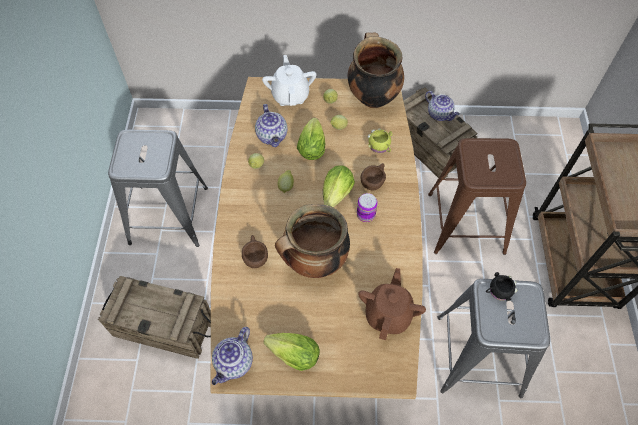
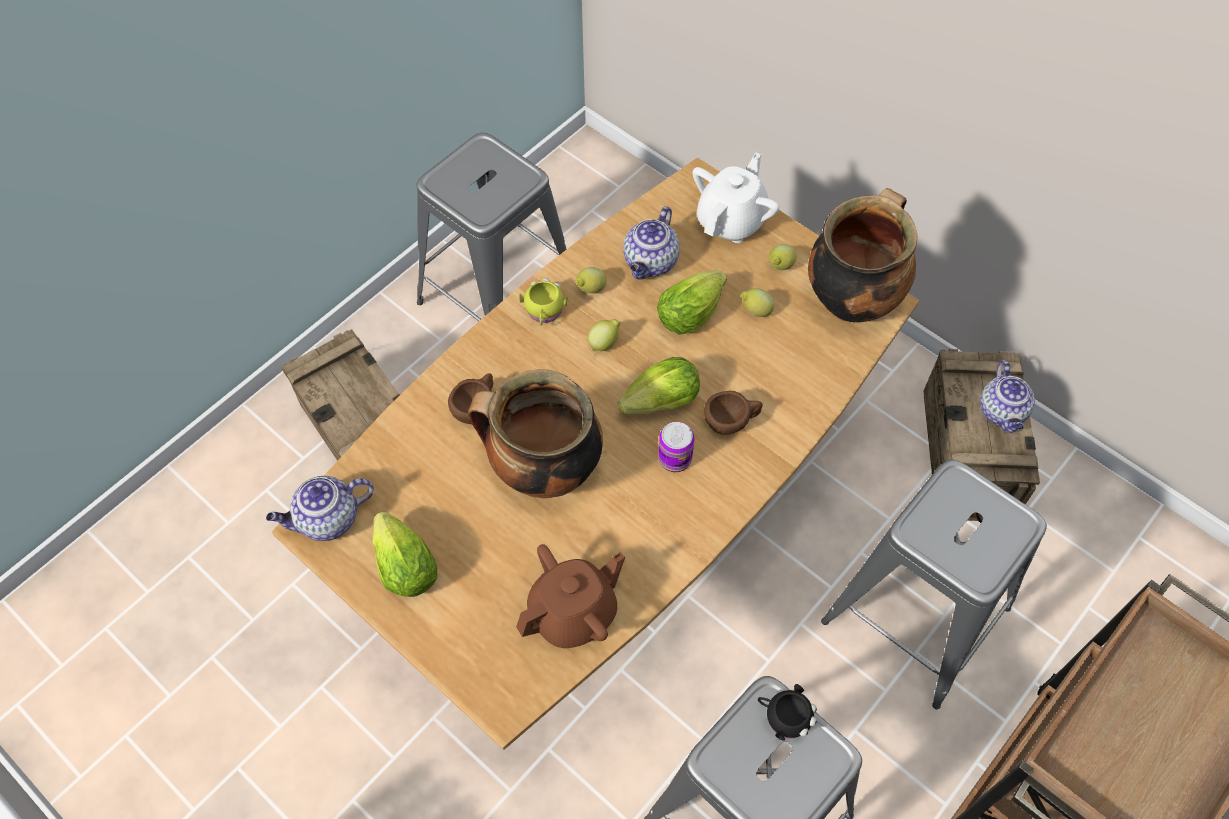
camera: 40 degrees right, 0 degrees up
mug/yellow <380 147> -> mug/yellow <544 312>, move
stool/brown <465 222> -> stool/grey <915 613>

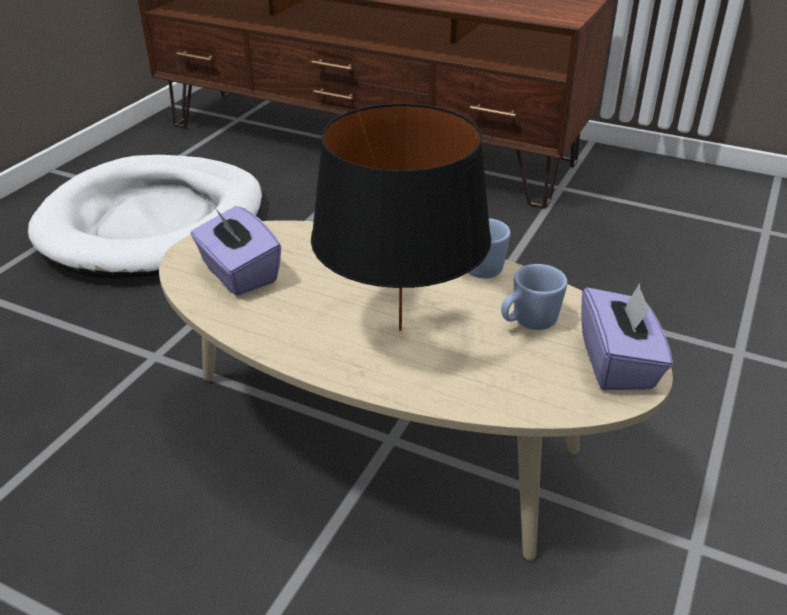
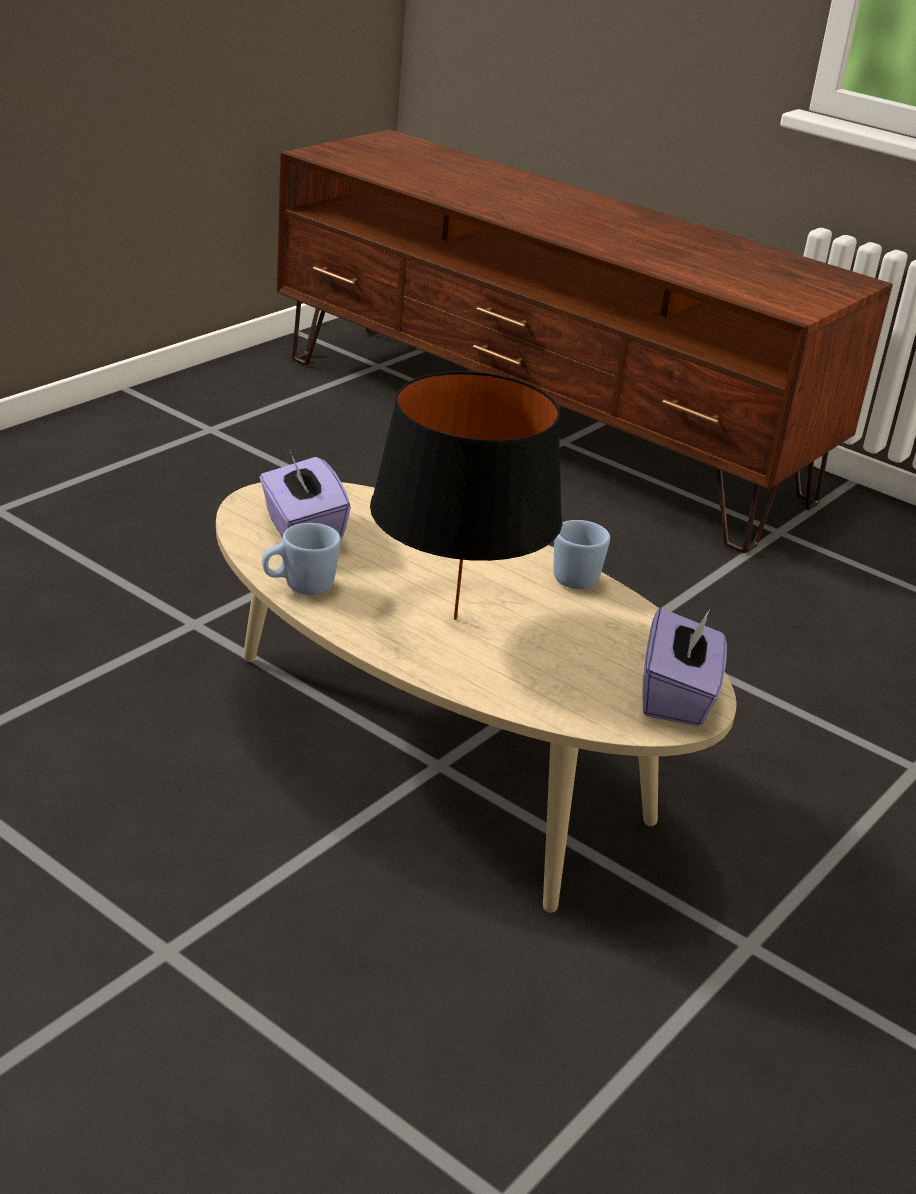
camera: 10 degrees right, 5 degrees down
dog bed/white <154 223> -> none
mug/blue <528 323> -> mug/blue <299 587>, move

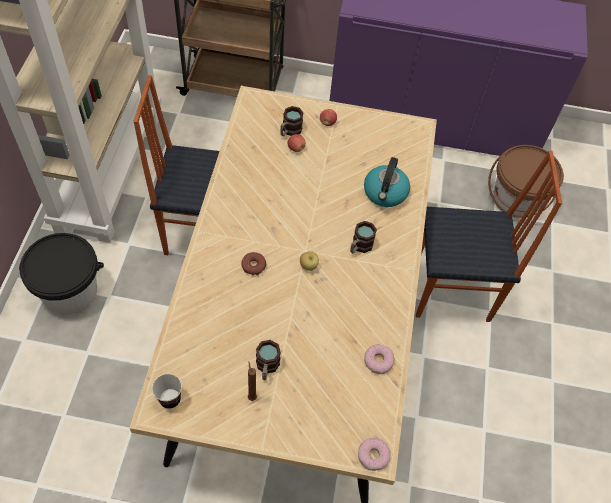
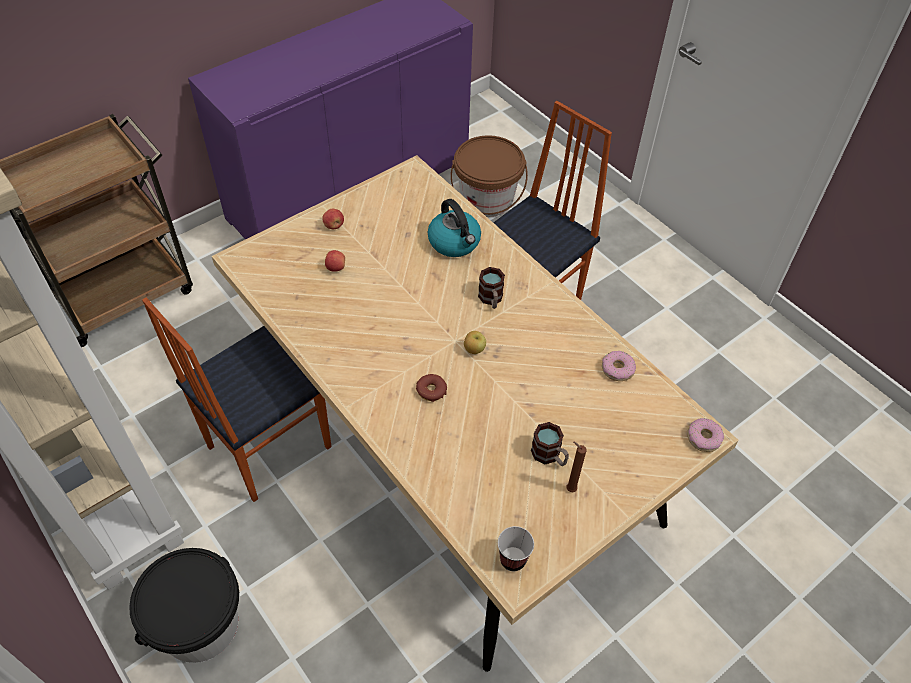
camera: 45 degrees left, 5 degrees down
mug <289 131> -> none

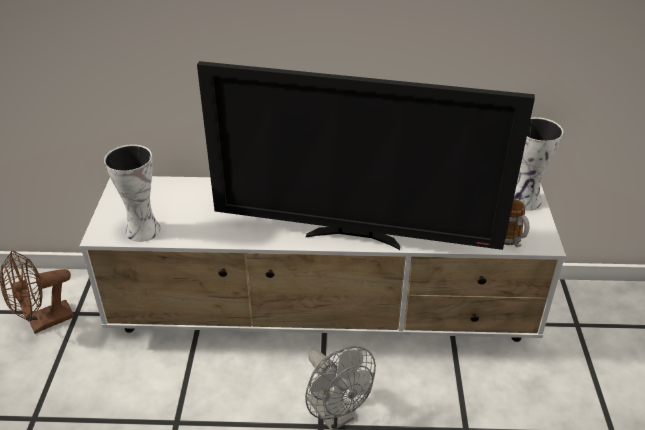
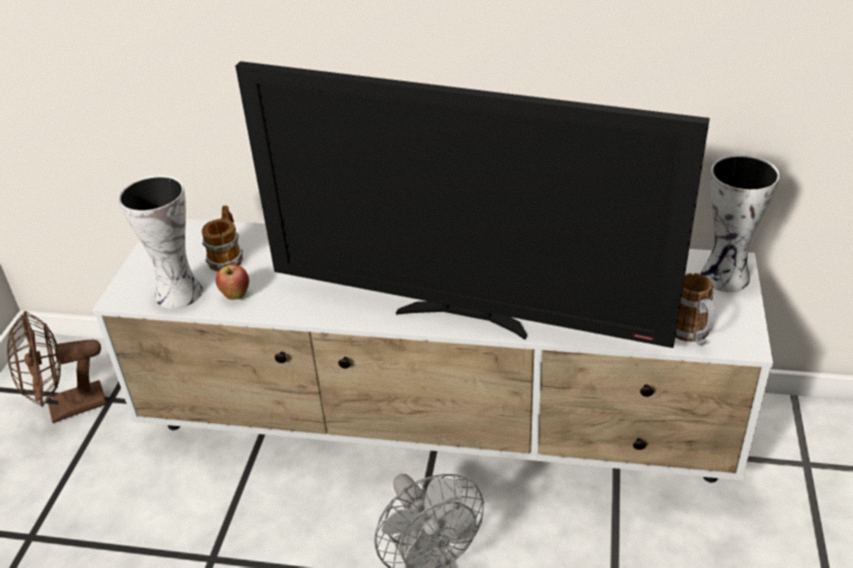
camera: 10 degrees right, 0 degrees up
none -> mug <228 256>
none -> apple <236 296>

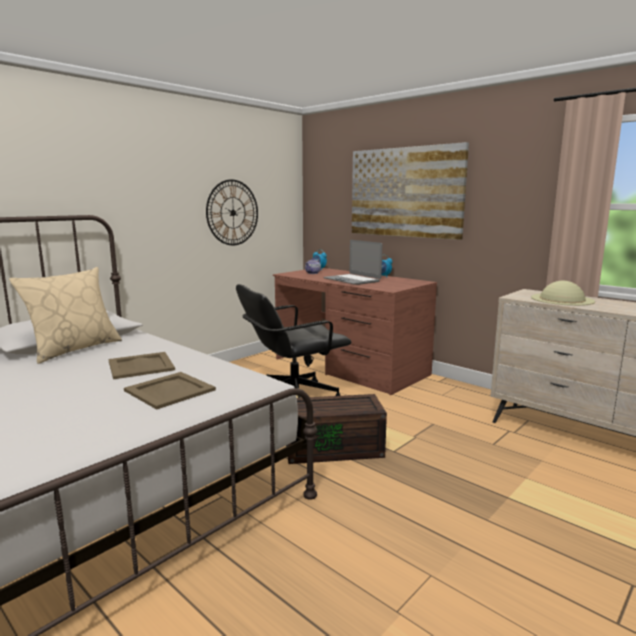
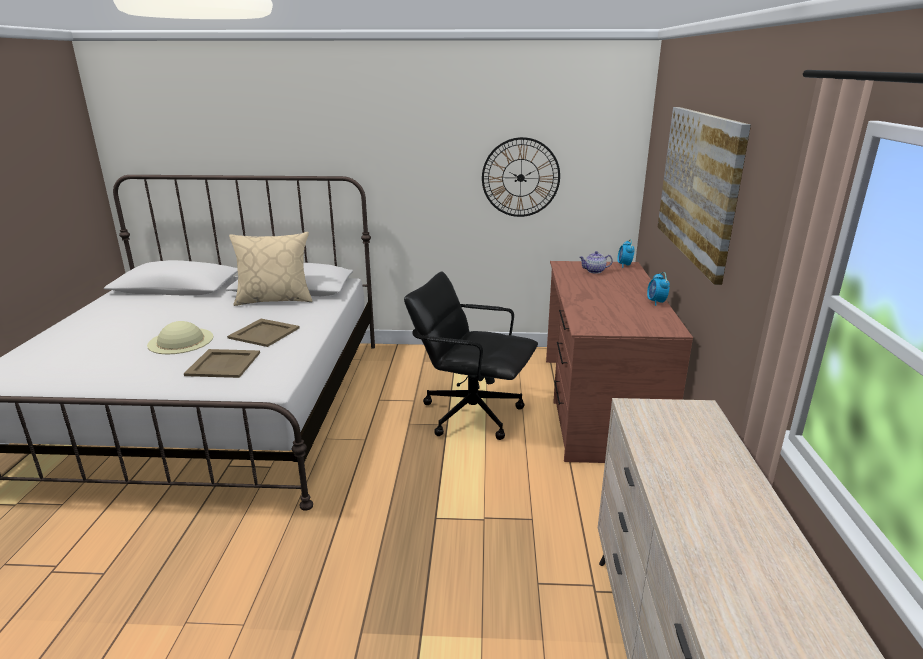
camera: 50 degrees right, 10 degrees up
storage box/brown <334 448> -> none
laptop <352 280> -> none
hat/beige <562 299> -> hat/beige <180 341>, move

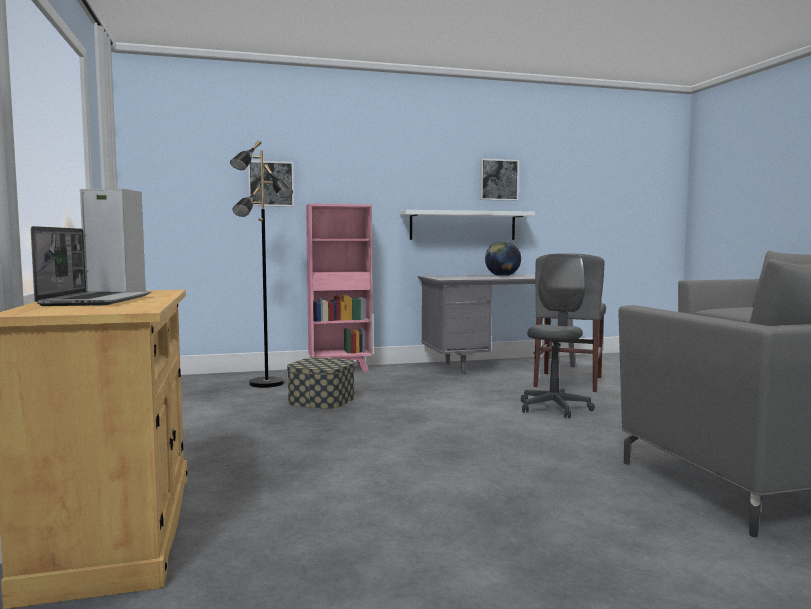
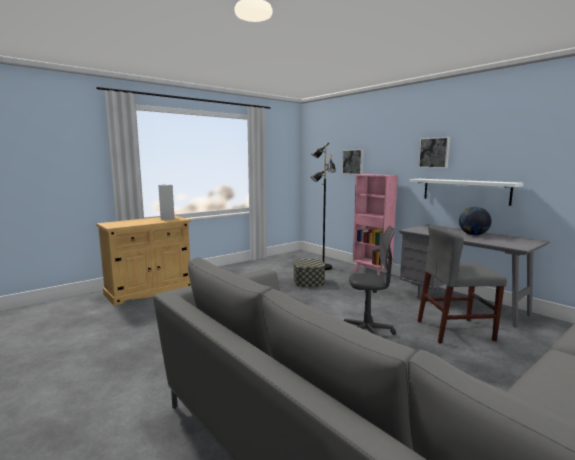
camera: 65 degrees right, 5 degrees up
laptop <96 301> -> none
picture <498 180> -> picture <434 152>, move

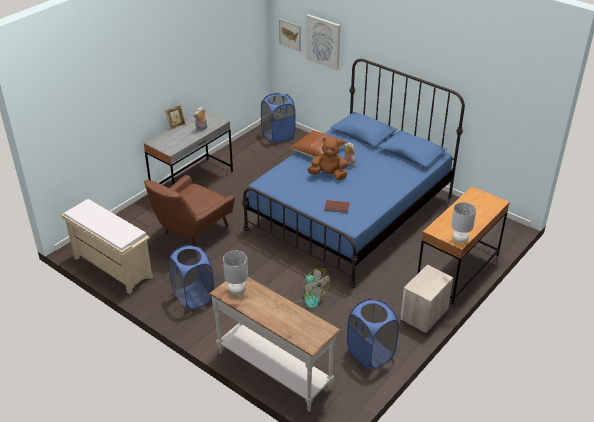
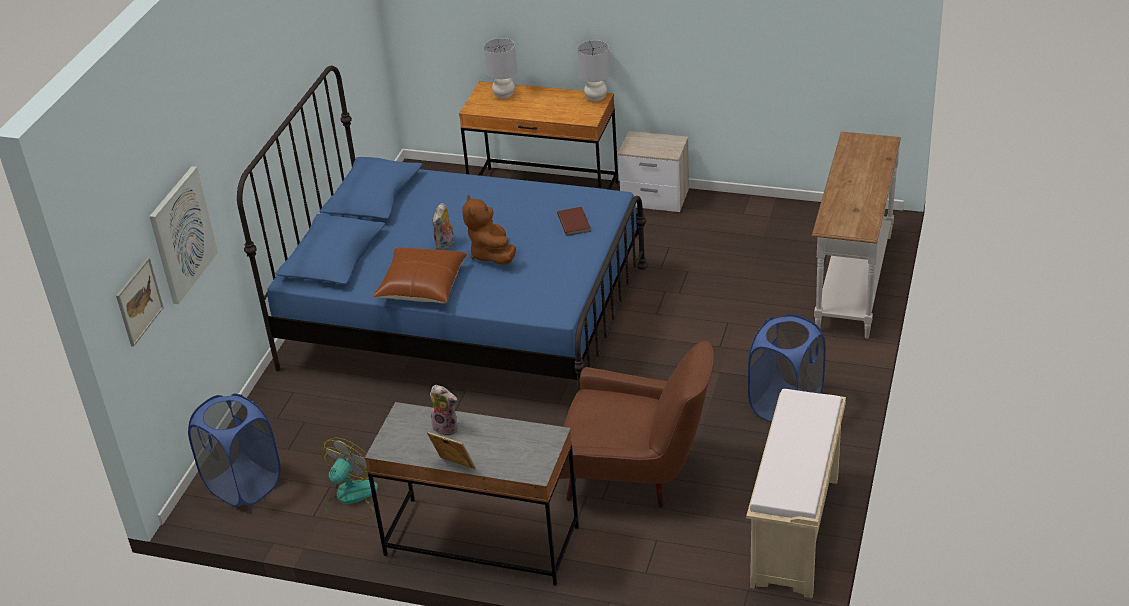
camera: 110 degrees left, 0 degrees up
laundry basket/blue <370 354> -> none
table lamp/grey <237 291> -> table lamp/grey <504 95>, move
fan <308 296> -> fan <350 499>, move

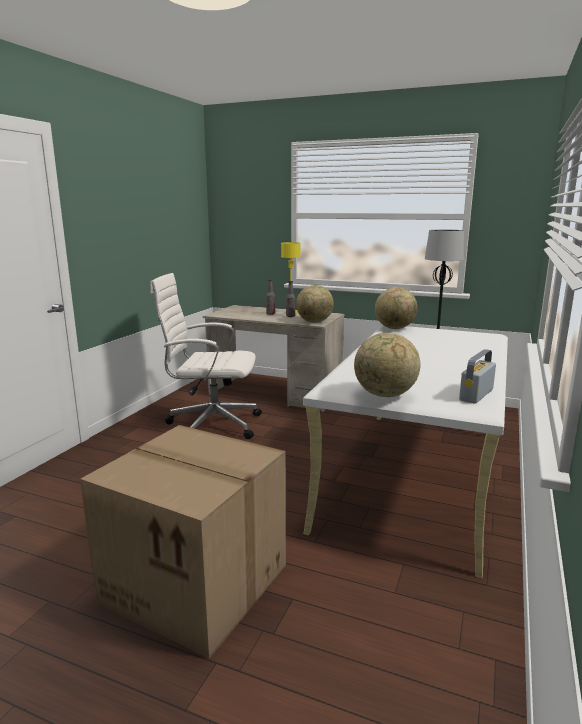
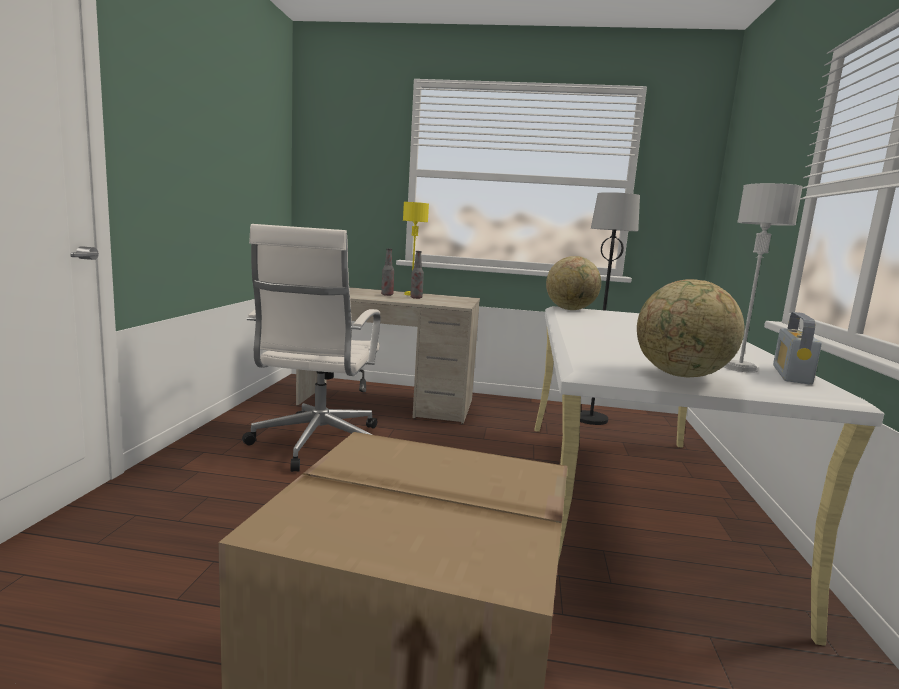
camera: 15 degrees left, 5 degrees down
globe <314 322> -> none
none -> table lamp/grey <739 368>
office chair/white <211 424> -> office chair/white <317 444>, 75 degrees counterclockwise

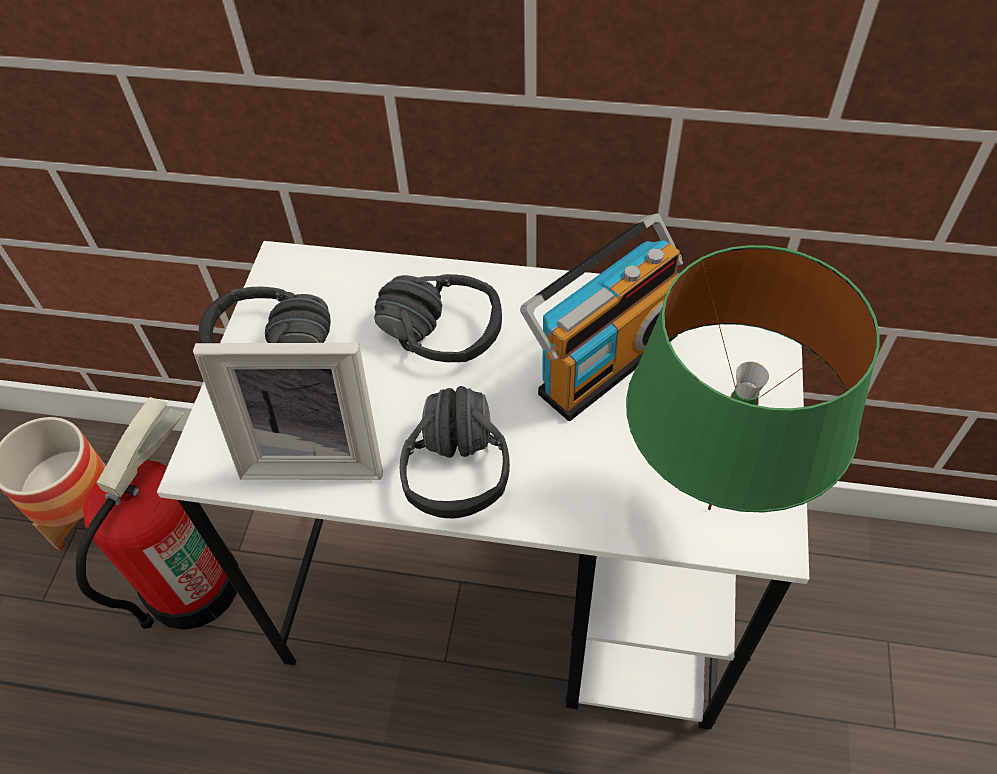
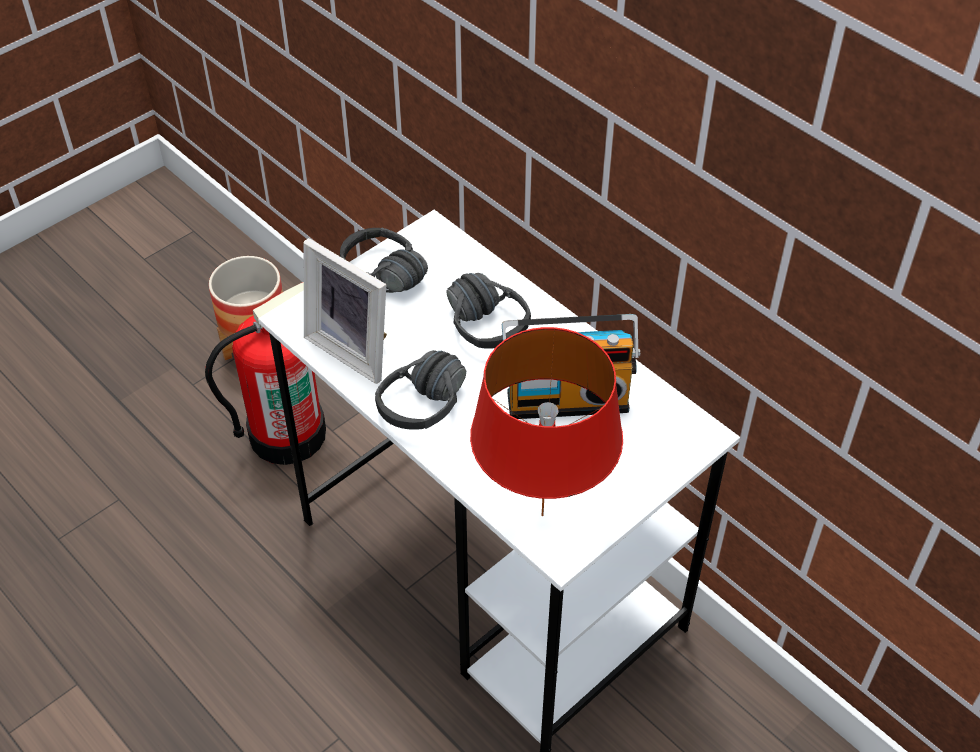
camera: 35 degrees right, 5 degrees down
table lamp/green <710 510> -> table lamp/red <542 517>

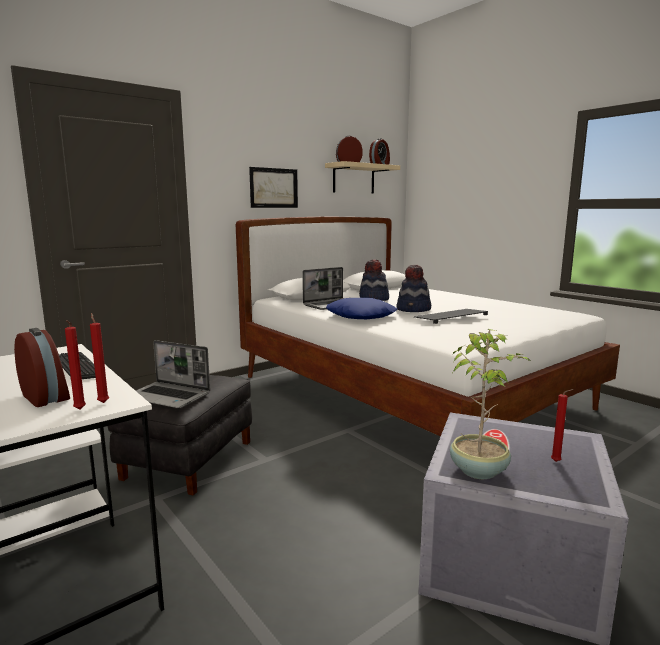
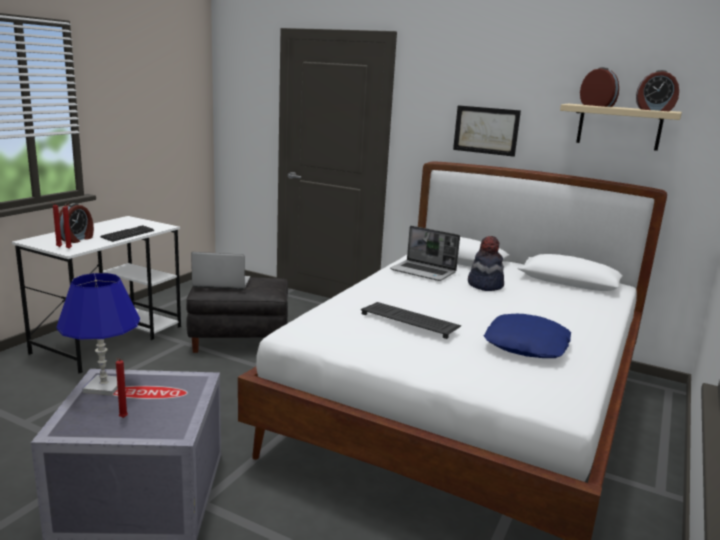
camera: 65 degrees right, 5 degrees up
hat <414 309> -> none
pillow/blue <361 316> -> pillow/blue <527 345>, move
potted plant <479 470> -> table lamp/blue <104 386>
laptop <169 396> -> laptop <221 283>, 90 degrees clockwise

